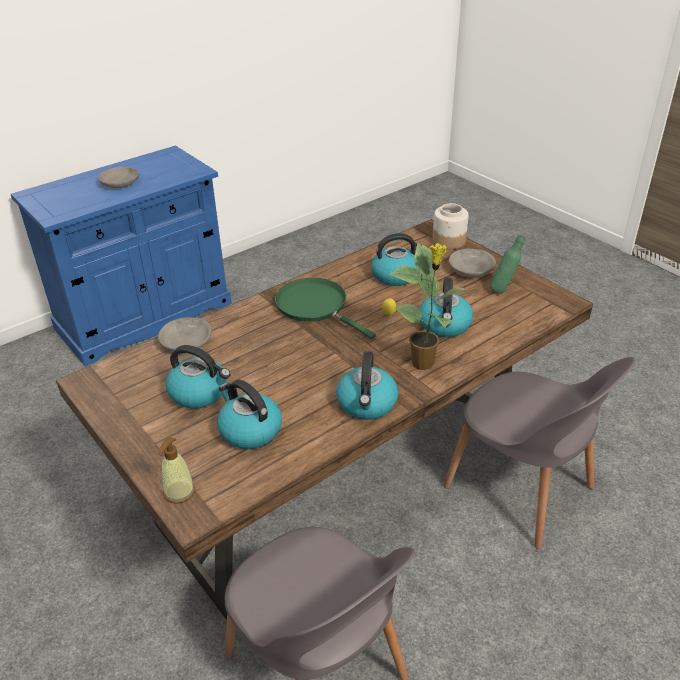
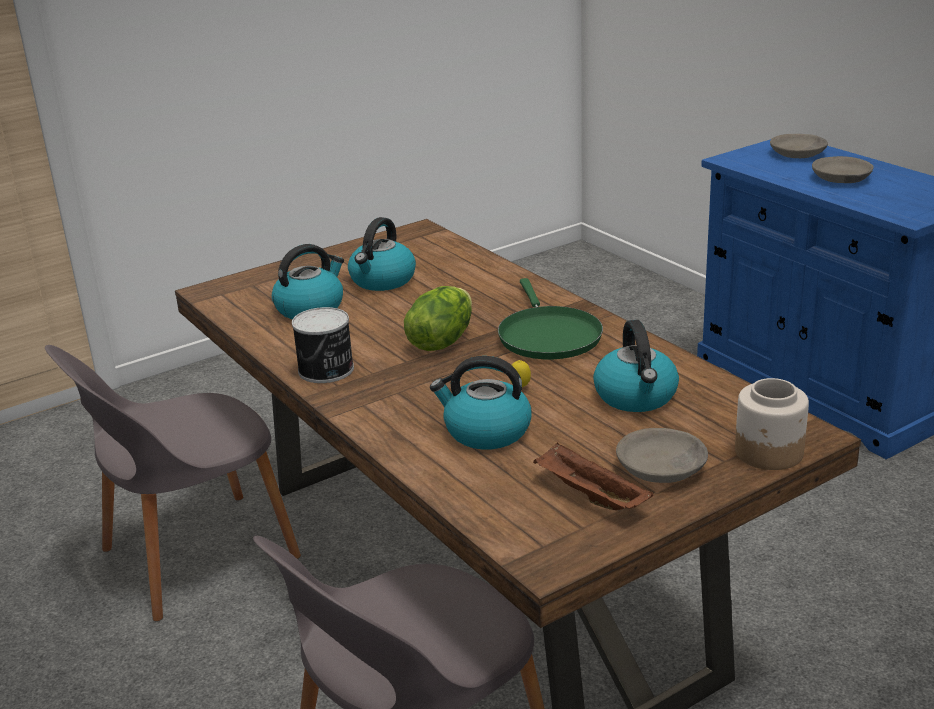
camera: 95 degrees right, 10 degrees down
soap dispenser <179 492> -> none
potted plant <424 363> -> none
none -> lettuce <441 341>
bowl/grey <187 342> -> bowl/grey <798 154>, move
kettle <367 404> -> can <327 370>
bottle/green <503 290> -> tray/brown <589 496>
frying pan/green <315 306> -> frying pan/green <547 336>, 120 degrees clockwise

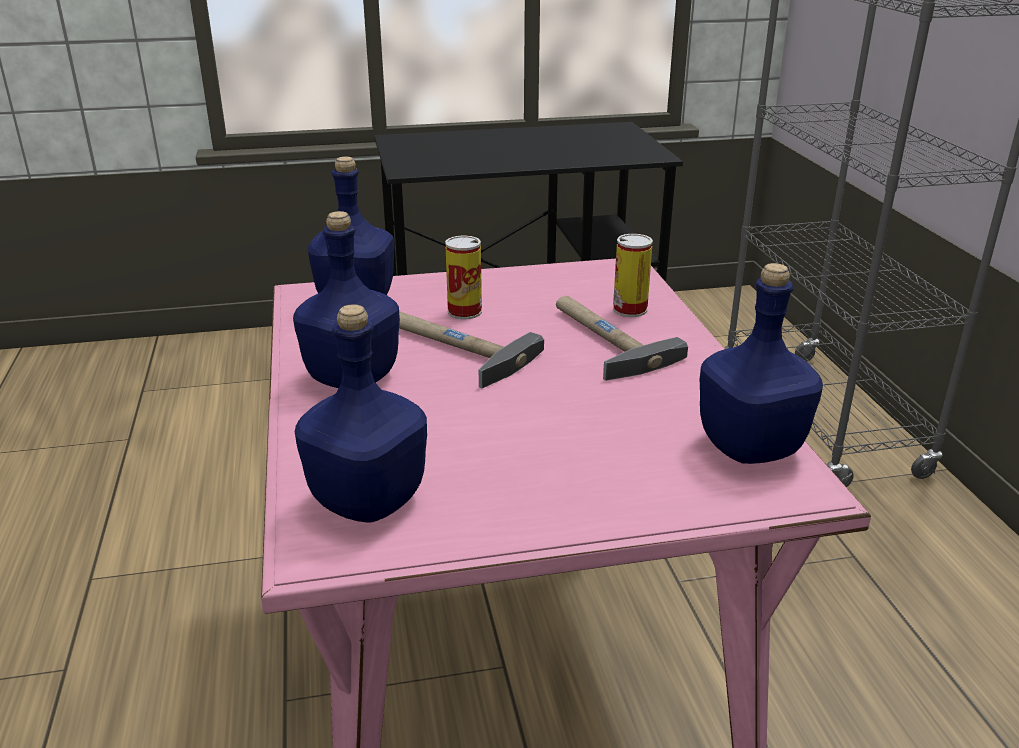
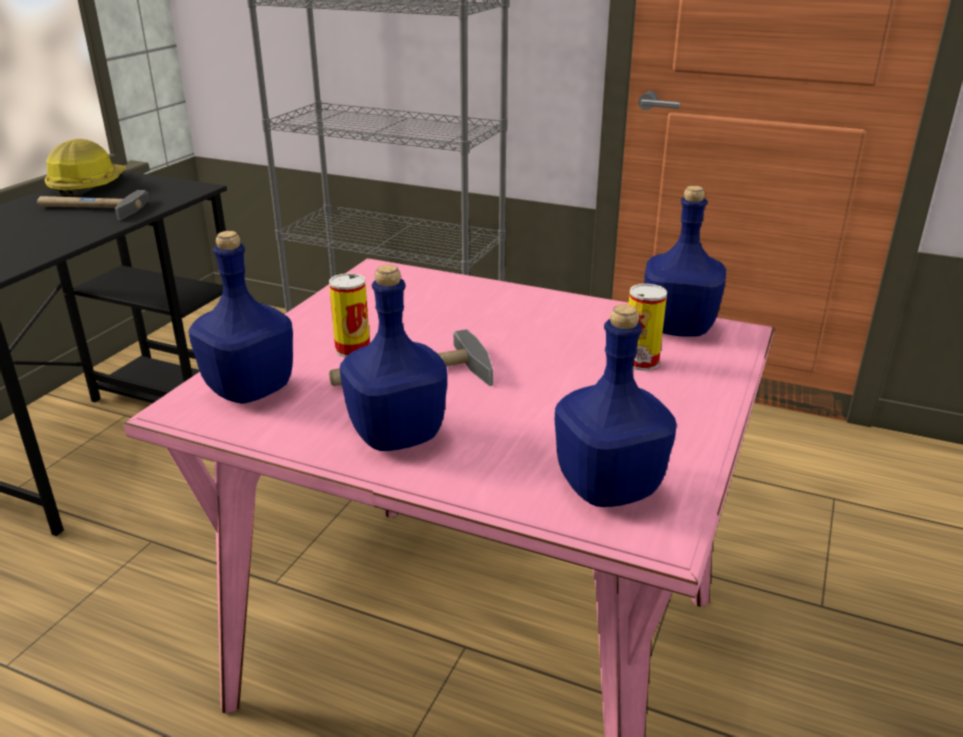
camera: 55 degrees left, 0 degrees up
none -> hard hat <87 185>
hammer <602 339> -> hammer <89 209>, move
can <630 309> -> can <641 362>, move

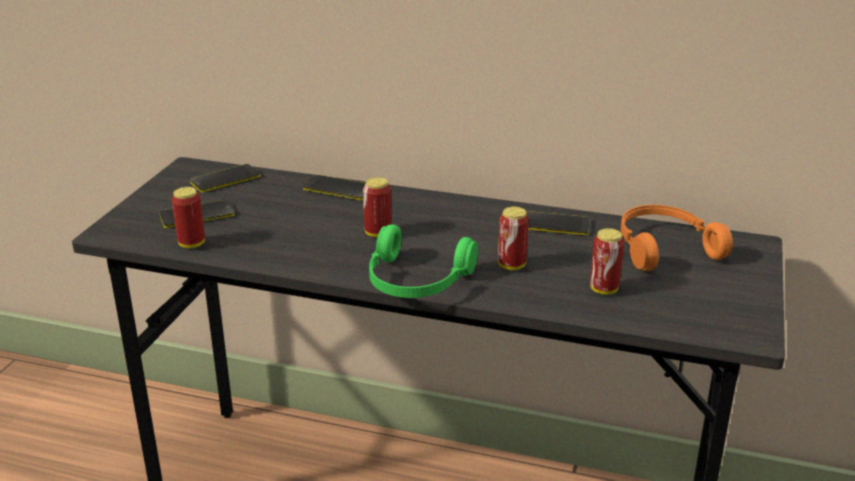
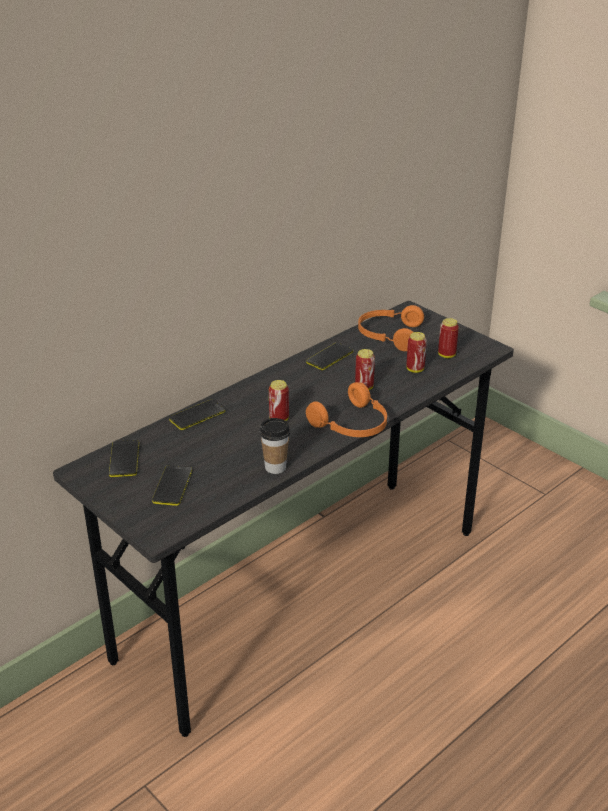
camera: 60 degrees left, 5 degrees up
none -> cup <275 467>
can <192 244> -> can <446 355>, move
headphones/green <415 282> -> headphones/orange <353 425>

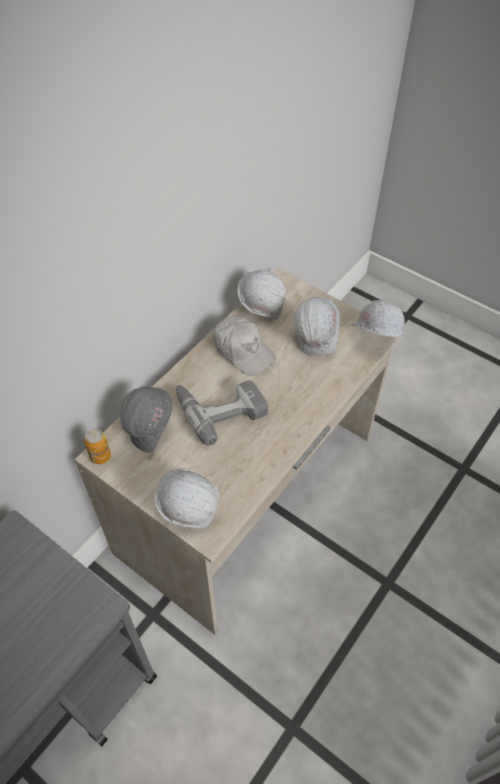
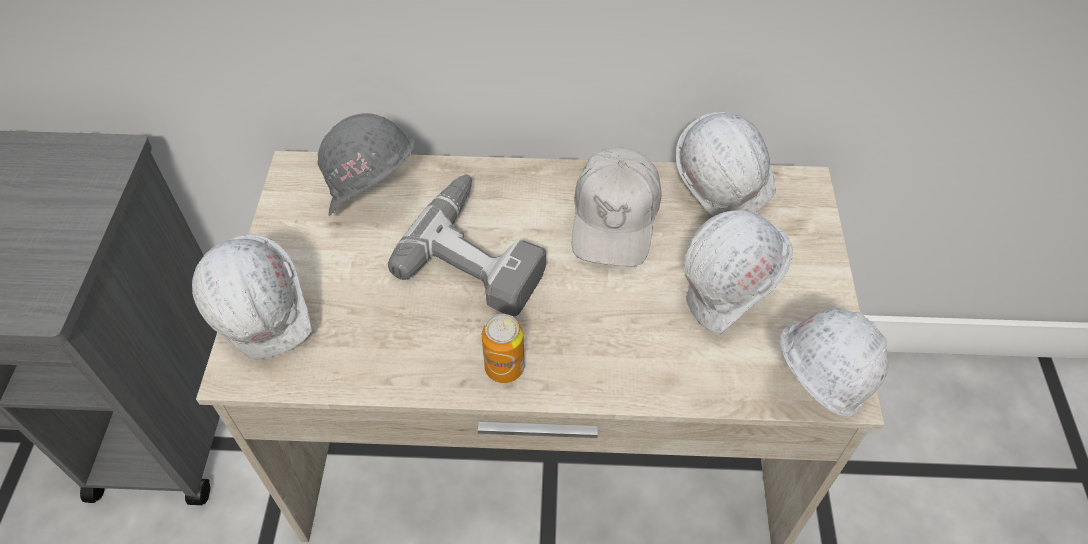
camera: 55 degrees right, 0 degrees up
can <100 456> -> can <504 367>, move

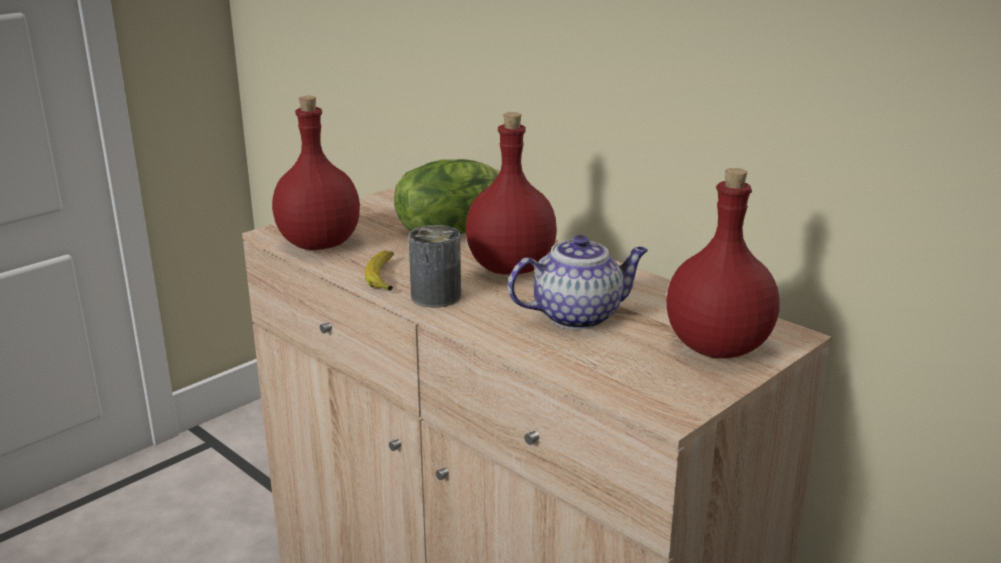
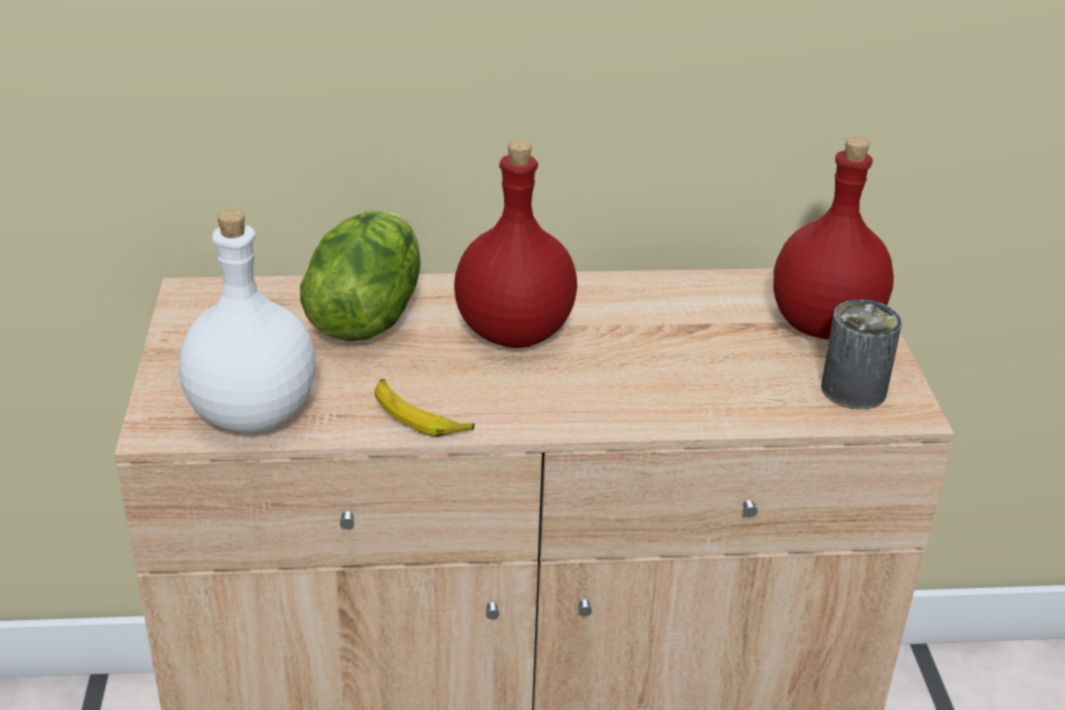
camera: 50 degrees left, 10 degrees up
teapot <578 315> -> none
can <436 296> -> can <853 390>, move
bottle/red <319 243> -> bottle/white <251 414>

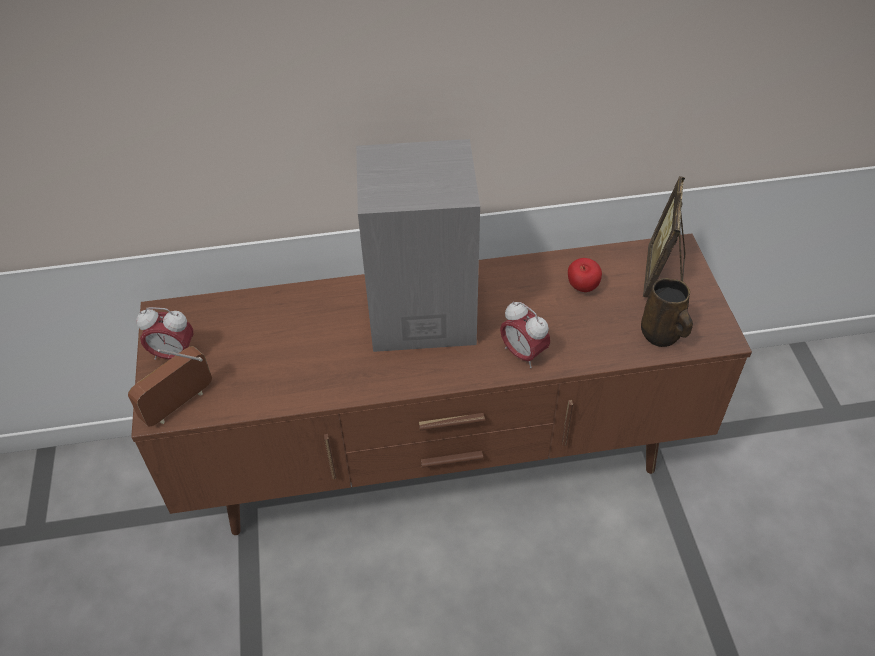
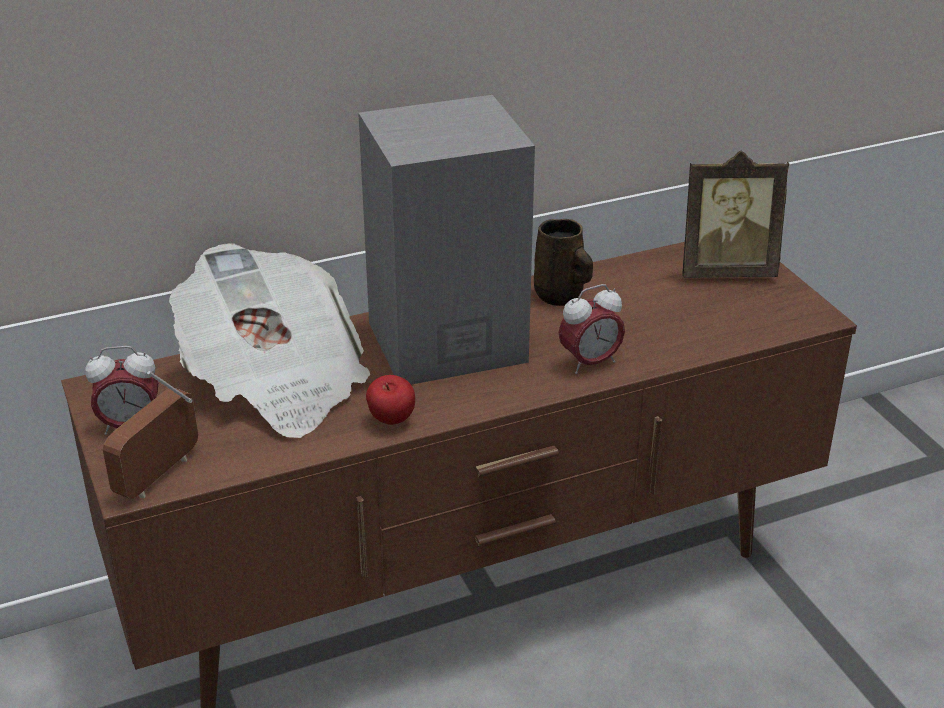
camera: 15 degrees left, 15 degrees down
none -> newspaper <275 381>
apple <582 288> -> apple <391 422>, move
mug/brown <662 335> -> mug/brown <560 296>, move
alarm clock <523 354> -> alarm clock <590 363>, 60 degrees counterclockwise
picture frame <663 276> -> picture frame <725 270>, 90 degrees counterclockwise

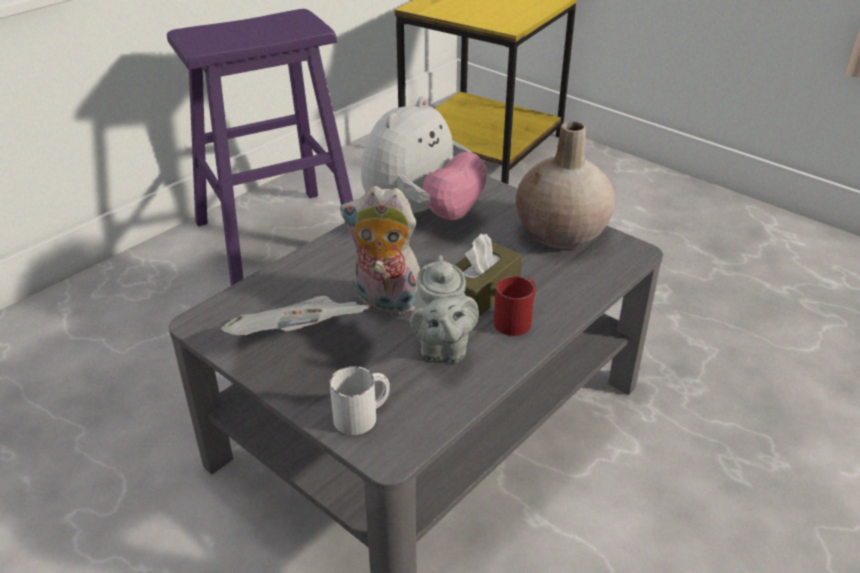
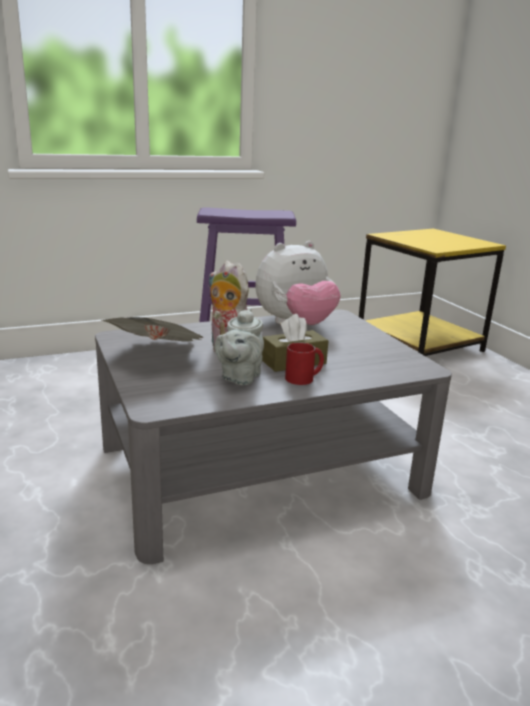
camera: 25 degrees right, 15 degrees down
mug/white <363 415> -> none
vase/beige <561 234> -> none

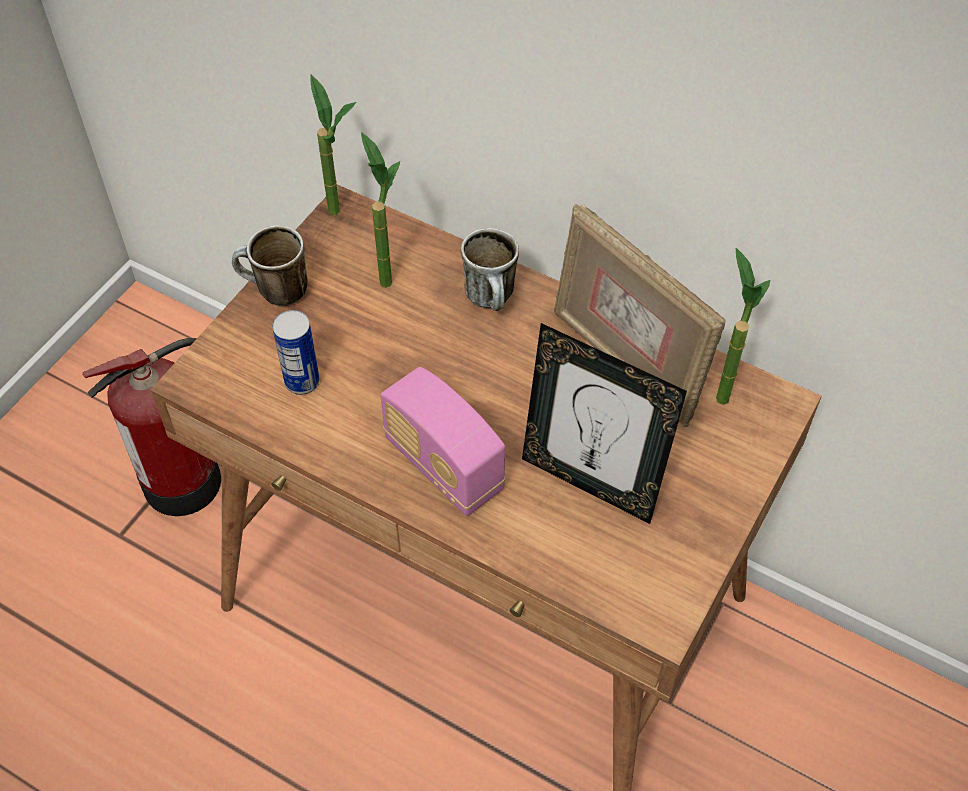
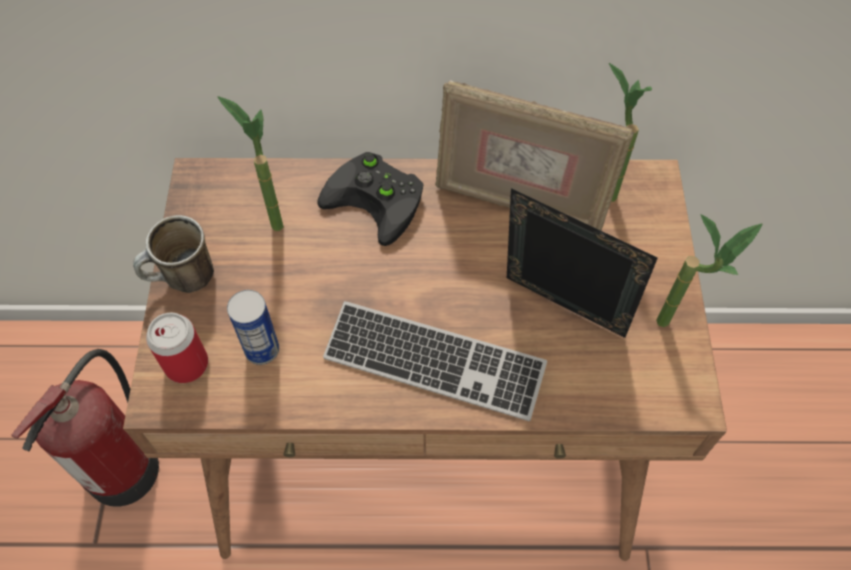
camera: 30 degrees left, 5 degrees up
none -> can <186 364>
potted plant <343 216> -> potted plant <676 323>, move
radio <443 465> -> keyboard <434 363>
mug <493 301> -> game controller/black <379 200>
picture frame <590 482> -> picture frame <559 315>, 150 degrees counterclockwise

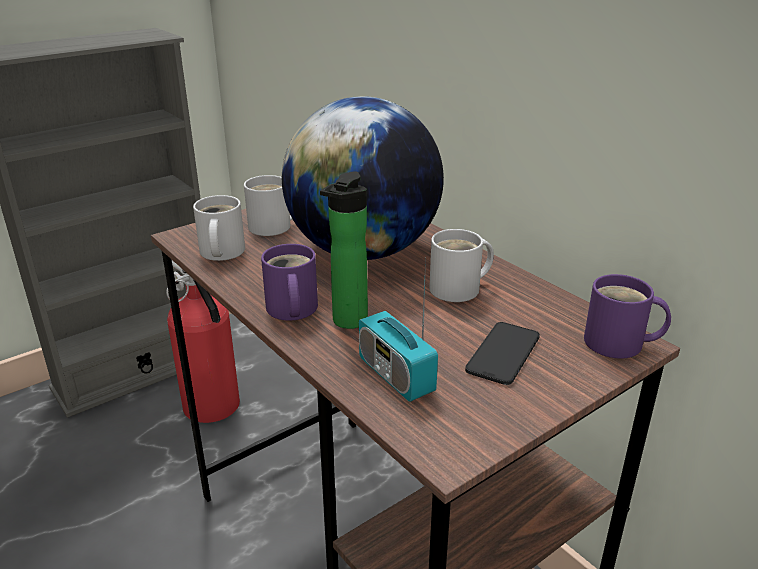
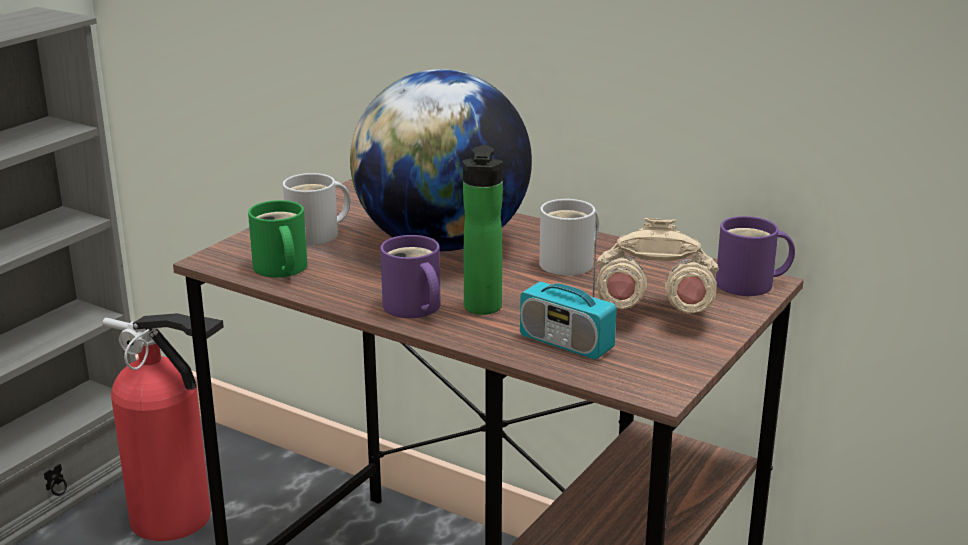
camera: 20 degrees left, 5 degrees down
phone <503 353> -> binoculars/beige <652 309>
mug/white <220 252> -> mug/green <279 269>

